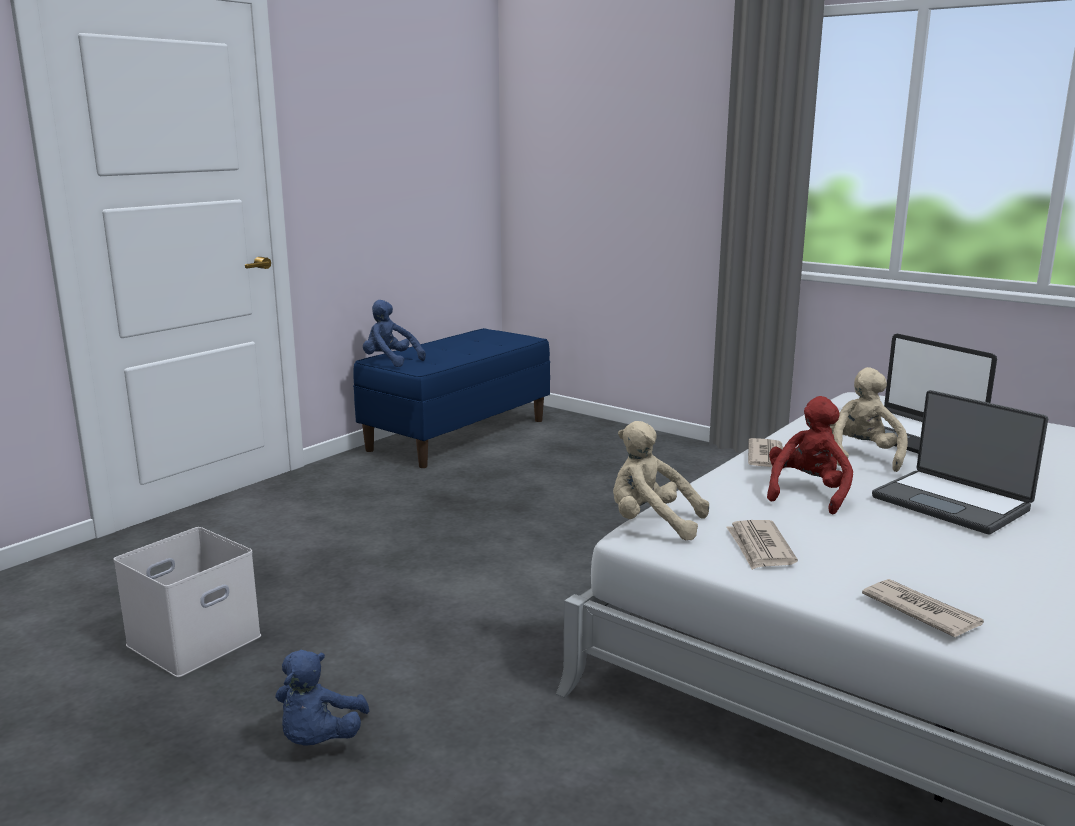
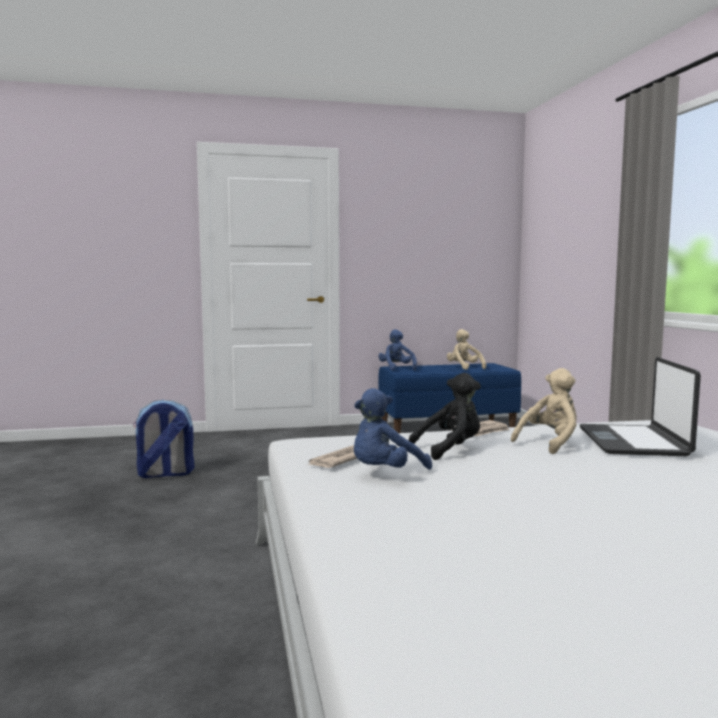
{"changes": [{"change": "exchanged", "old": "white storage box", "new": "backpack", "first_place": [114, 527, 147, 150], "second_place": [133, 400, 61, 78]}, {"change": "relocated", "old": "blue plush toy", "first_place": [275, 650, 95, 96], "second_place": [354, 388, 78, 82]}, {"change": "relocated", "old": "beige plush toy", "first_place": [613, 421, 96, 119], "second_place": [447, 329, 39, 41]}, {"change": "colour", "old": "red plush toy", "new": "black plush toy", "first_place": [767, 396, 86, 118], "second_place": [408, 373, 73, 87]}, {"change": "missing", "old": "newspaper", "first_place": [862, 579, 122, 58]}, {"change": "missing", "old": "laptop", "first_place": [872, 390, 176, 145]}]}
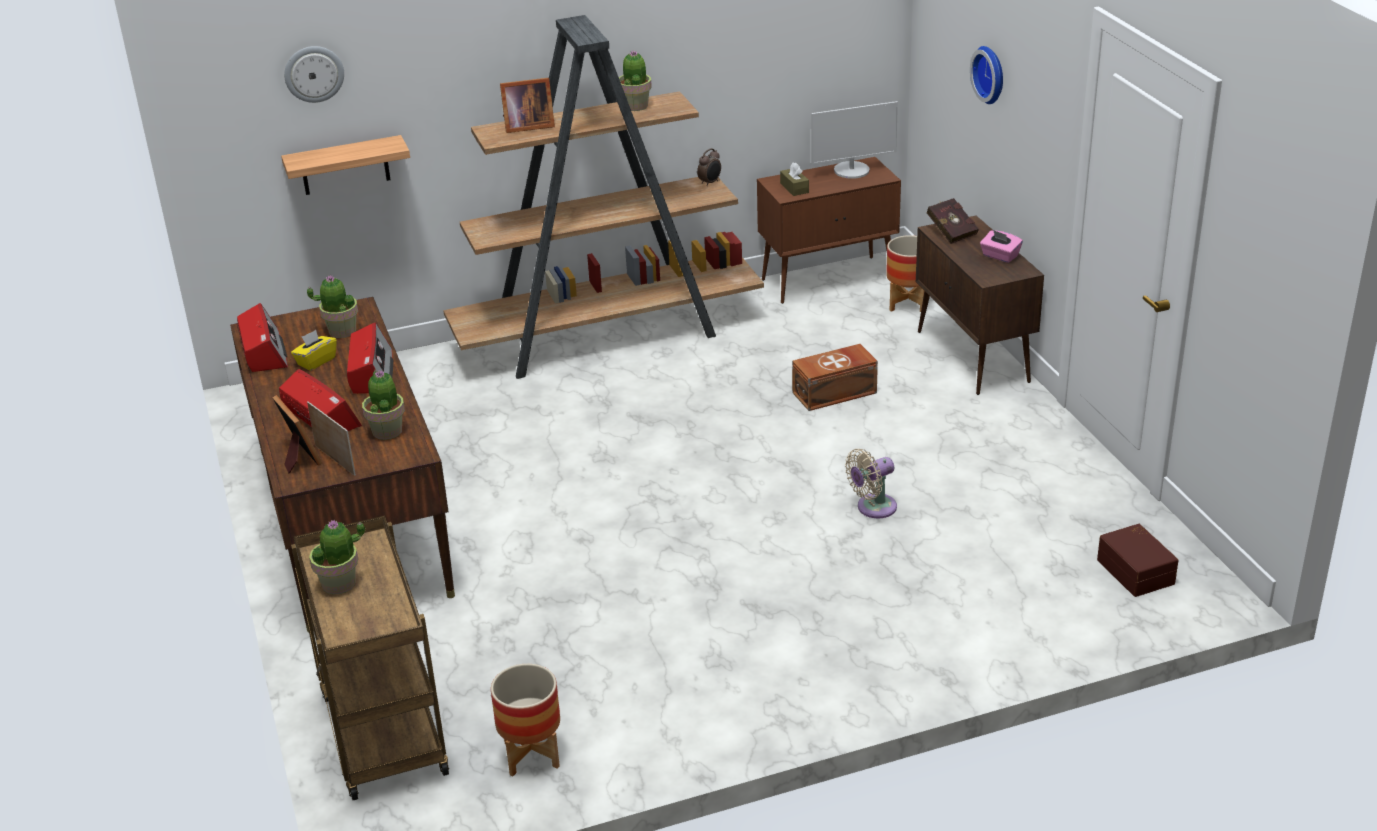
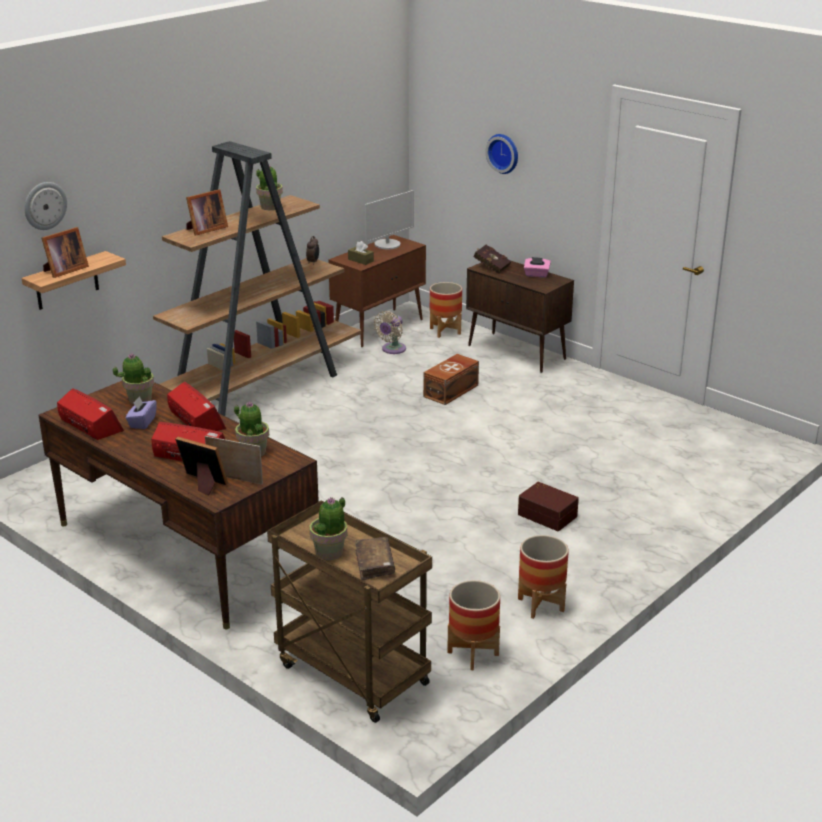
{"changes": [{"change": "colour", "old": "yellow tissue box", "new": "purple tissue box", "first_place": [291, 330, 46, 41], "second_place": [126, 396, 31, 33]}, {"change": "relocated", "old": "beige fan", "first_place": [845, 449, 52, 69], "second_place": [374, 311, 32, 43]}, {"change": "relocated", "old": "brown storage box", "first_place": [1097, 524, 82, 73], "second_place": [518, 482, 61, 49]}, {"change": "appeared", "new": "picture frame", "second_place": [41, 227, 48, 51]}, {"change": "appeared", "new": "brown book", "second_place": [354, 537, 41, 43]}, {"change": "appeared", "new": "planter", "second_place": [518, 535, 51, 84]}]}
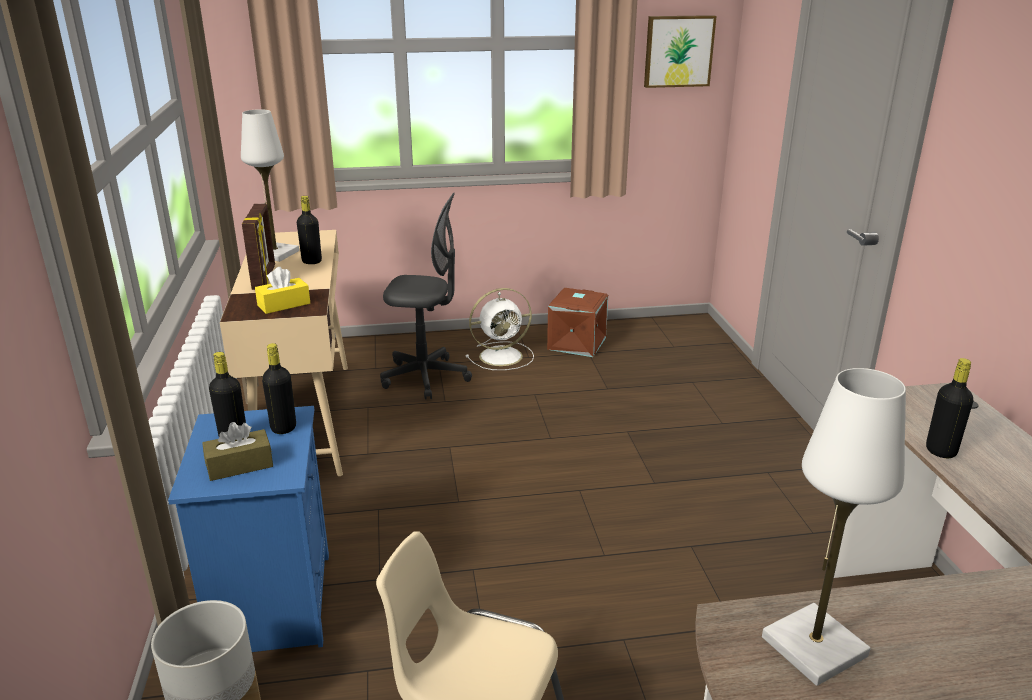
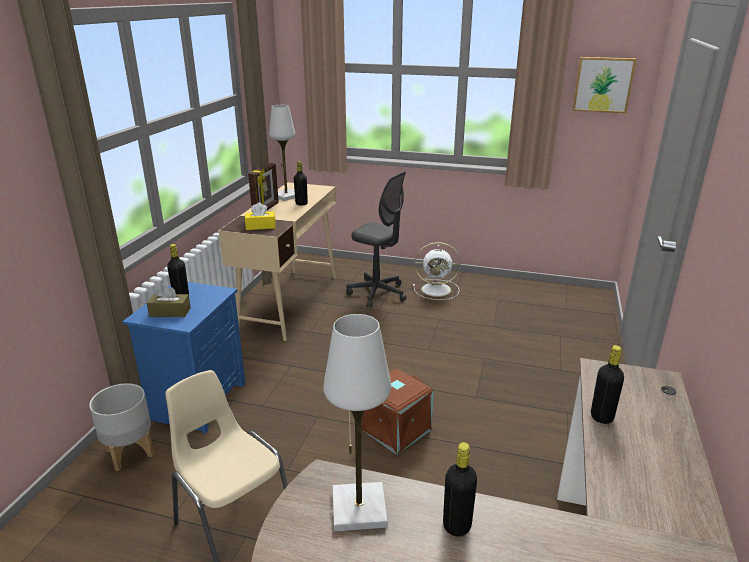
{"changes": [{"change": "relocated", "old": "black bottle", "first_place": [262, 343, 34, 91], "second_place": [443, 442, 34, 95]}, {"change": "relocated", "old": "brown storage box", "first_place": [547, 288, 61, 69], "second_place": [361, 368, 73, 87]}]}
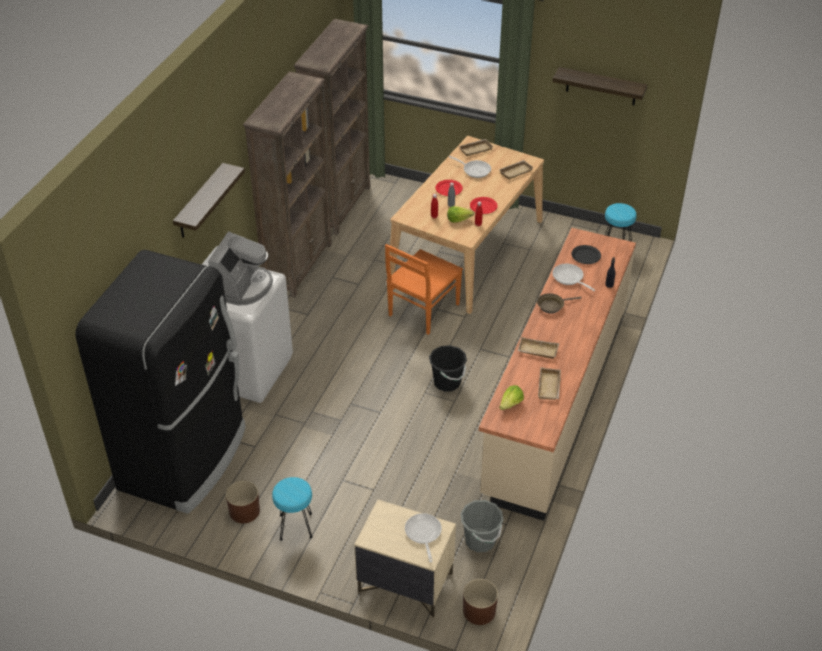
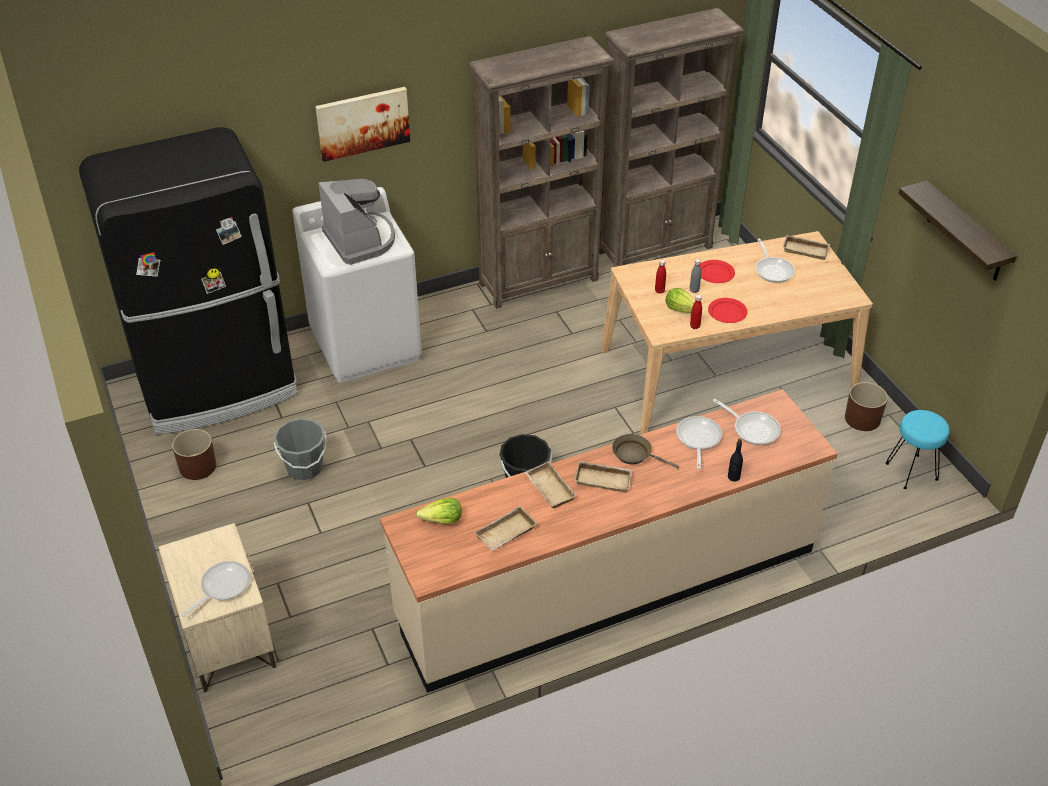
{"changes": [{"change": "exchanged", "old": "shelf", "new": "picture", "first_place": [173, 163, 72, 75], "second_place": [315, 87, 95, 75]}, {"change": "spun", "old": "coffee machine", "first_place": [208, 231, 65, 75], "second_place": [319, 179, 76, 86], "degrees": -90}, {"change": "missing", "old": "turquoise stool", "first_place": [272, 477, 41, 64]}, {"change": "missing", "old": "orange chair", "first_place": [385, 244, 78, 91]}, {"change": "relocated", "old": "grey bucket", "first_place": [461, 500, 43, 52], "second_place": [274, 418, 53, 62]}, {"change": "relocated", "old": "brown planter", "first_place": [463, 579, 35, 46], "second_place": [845, 382, 43, 49]}, {"change": "relocated", "old": "beige tray", "first_place": [499, 160, 35, 20], "second_place": [574, 461, 59, 32]}, {"change": "exchanged", "old": "black plate", "new": "frying pan", "first_place": [571, 245, 30, 19], "second_place": [713, 399, 68, 46]}]}
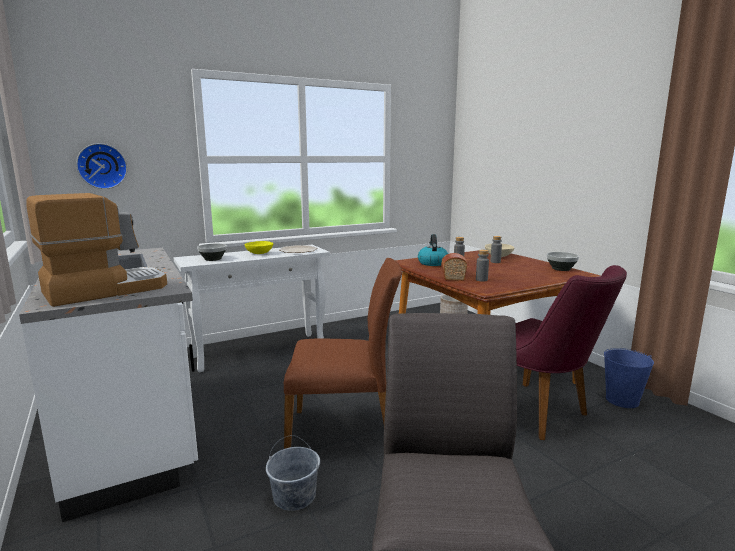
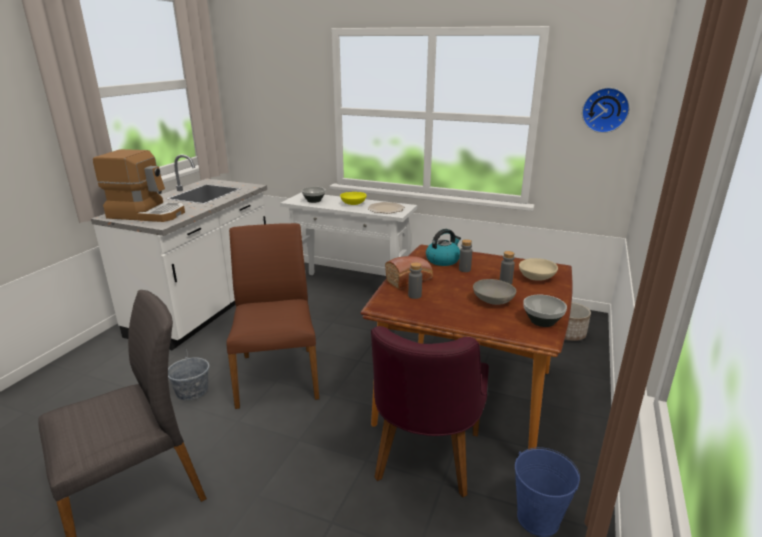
{"changes": [{"change": "relocated", "old": "wall clock", "first_place": [76, 143, 51, 46], "second_place": [582, 87, 48, 46]}, {"change": "spun", "old": "brown chair", "first_place": [284, 258, 118, 191], "second_place": [226, 223, 93, 186], "degrees": -150}, {"change": "appeared", "new": "grey bowl", "second_place": [473, 279, 43, 26]}]}
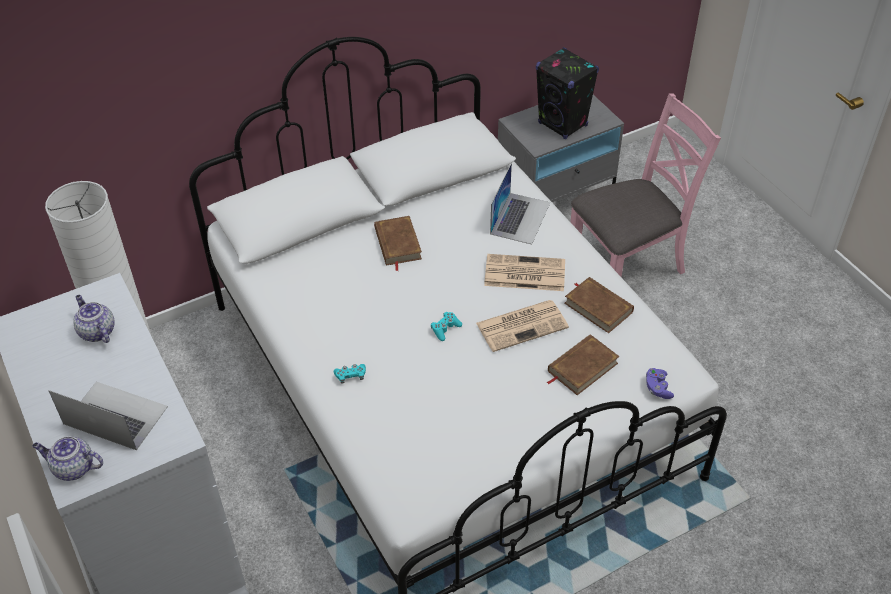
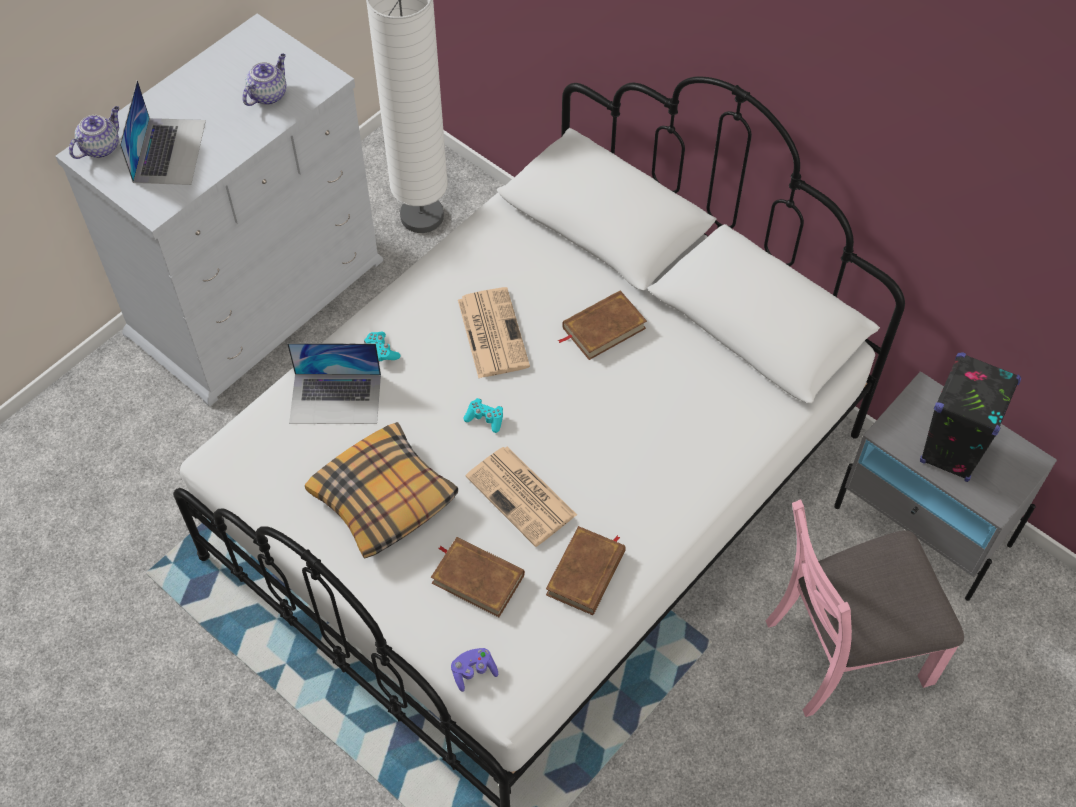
{"changes": [{"change": "spun", "old": "teapot", "first_place": [33, 436, 70, 45], "second_place": [69, 106, 50, 53], "degrees": 45}, {"change": "relocated", "old": "newspaper", "first_place": [484, 254, 81, 37], "second_place": [458, 287, 72, 91]}, {"change": "relocated", "old": "laptop", "first_place": [490, 163, 60, 82], "second_place": [287, 343, 94, 81]}, {"change": "spun", "old": "pink chair", "first_place": [570, 93, 151, 184], "second_place": [766, 499, 198, 218], "degrees": 120}, {"change": "appeared", "new": "pillow", "second_place": [305, 422, 153, 137]}]}
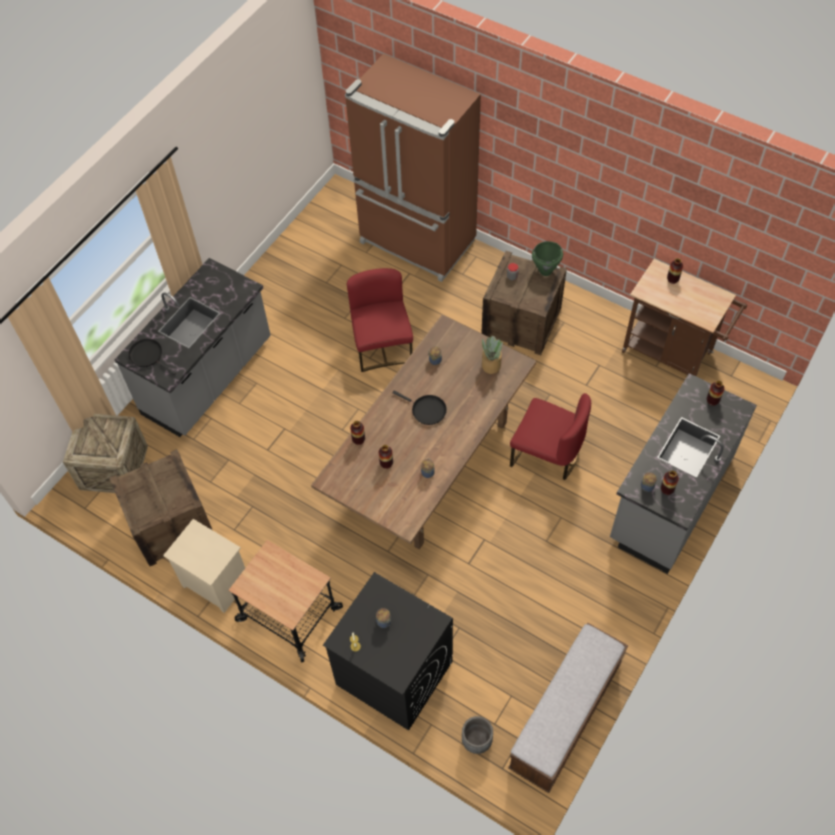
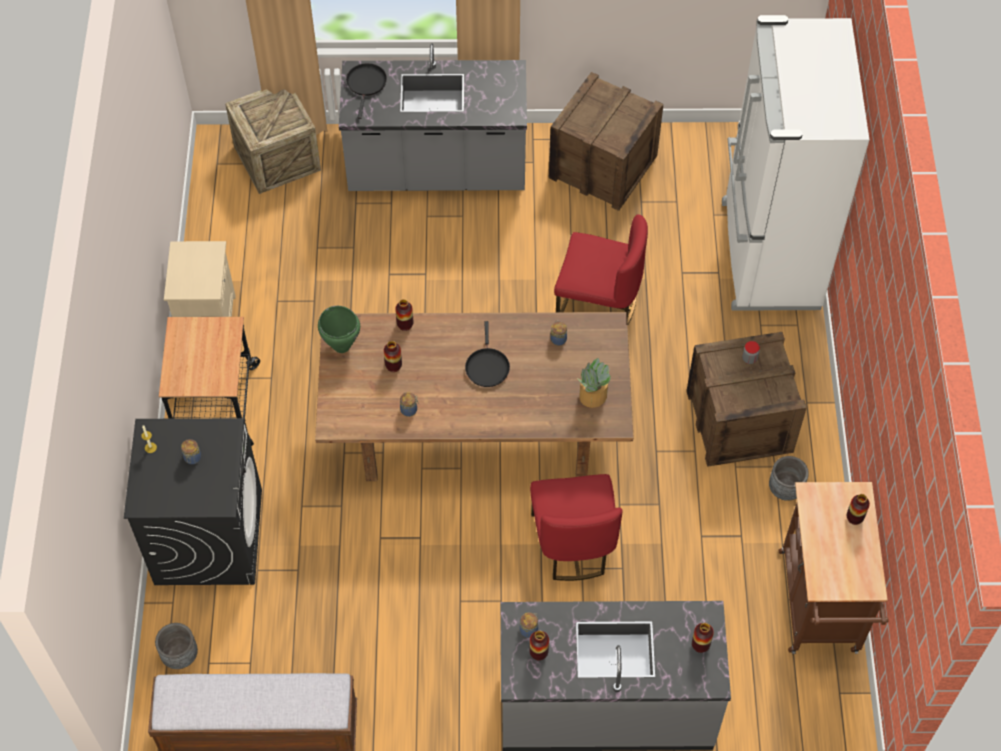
{"changes": [{"change": "relocated", "old": "crate", "first_place": [110, 449, 102, 117], "second_place": [549, 72, 114, 139]}, {"change": "colour", "old": "brown fridge", "new": "white fridge", "first_place": [345, 54, 136, 228], "second_place": [722, 15, 147, 296]}, {"change": "spun", "old": "red chair", "first_place": [347, 268, 66, 104], "second_place": [554, 214, 94, 110], "degrees": 60}, {"change": "relocated", "old": "green cooking pot", "first_place": [532, 241, 31, 35], "second_place": [318, 306, 42, 47]}, {"change": "appeared", "new": "grey planter", "second_place": [769, 456, 40, 45]}]}
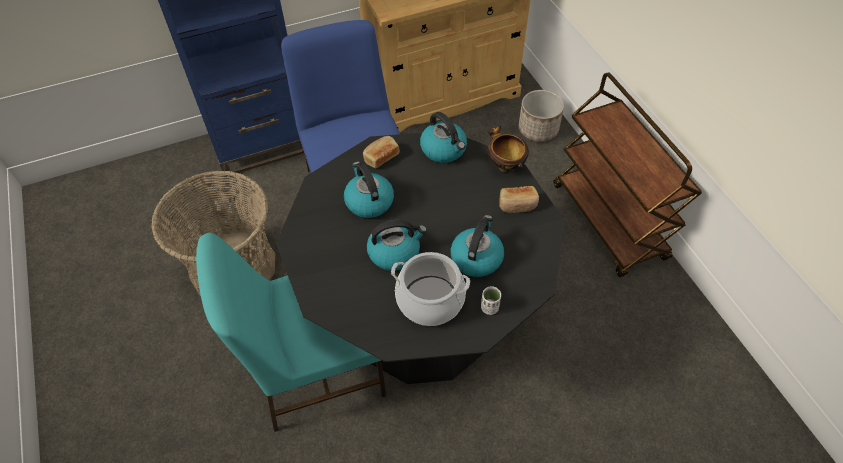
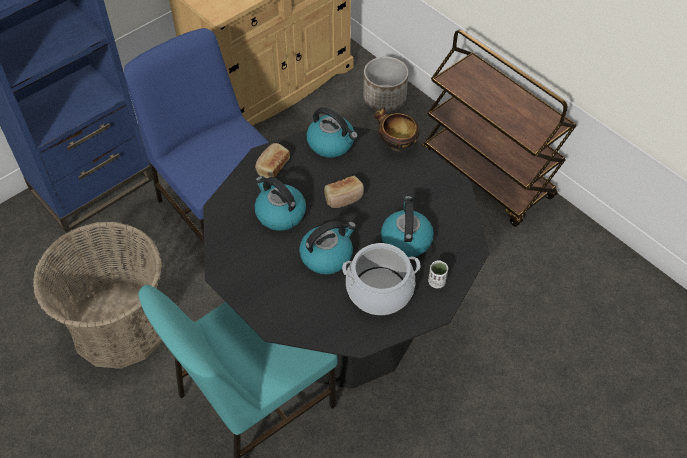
{"changes": [{"change": "relocated", "old": "bread", "first_place": [500, 186, 39, 27], "second_place": [324, 176, 40, 32]}]}
